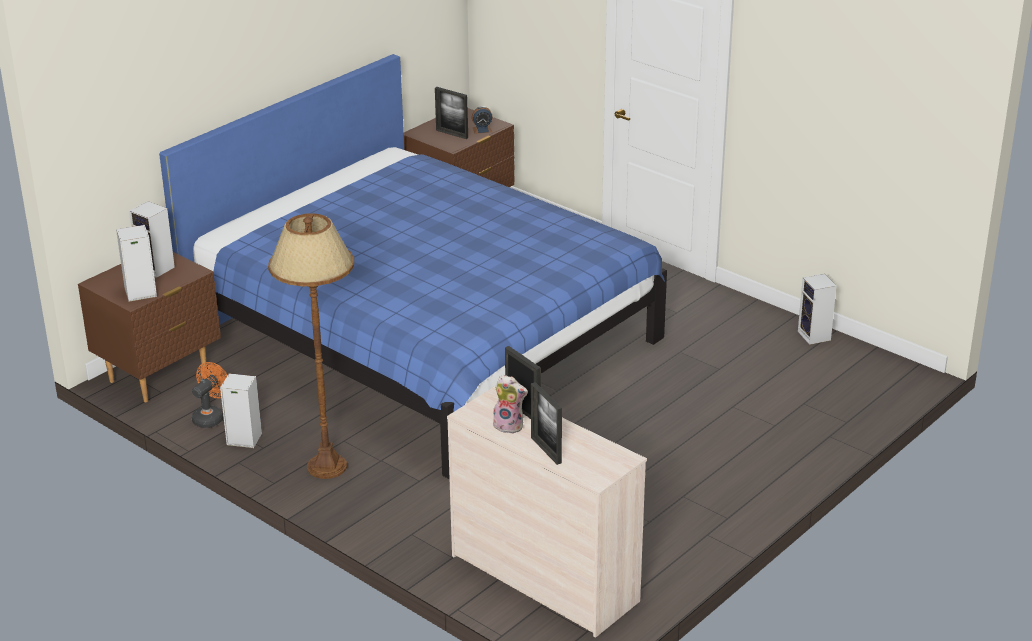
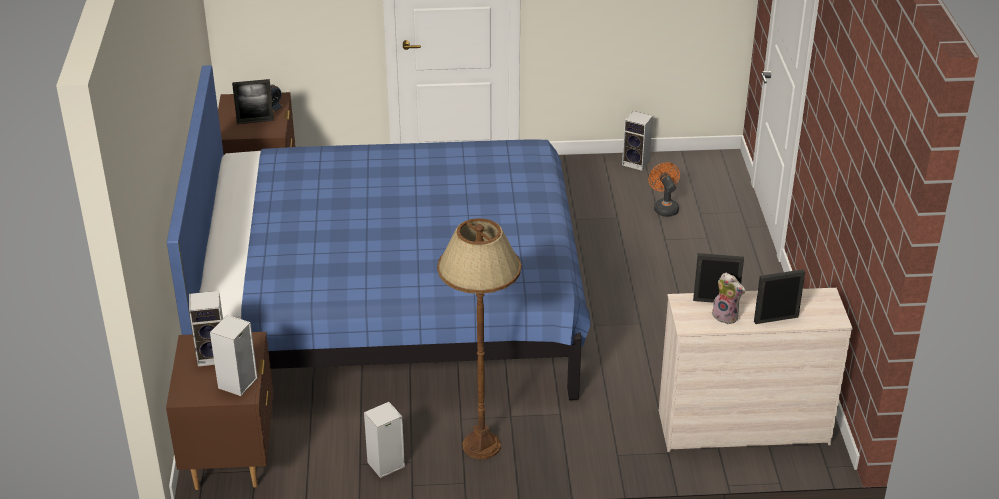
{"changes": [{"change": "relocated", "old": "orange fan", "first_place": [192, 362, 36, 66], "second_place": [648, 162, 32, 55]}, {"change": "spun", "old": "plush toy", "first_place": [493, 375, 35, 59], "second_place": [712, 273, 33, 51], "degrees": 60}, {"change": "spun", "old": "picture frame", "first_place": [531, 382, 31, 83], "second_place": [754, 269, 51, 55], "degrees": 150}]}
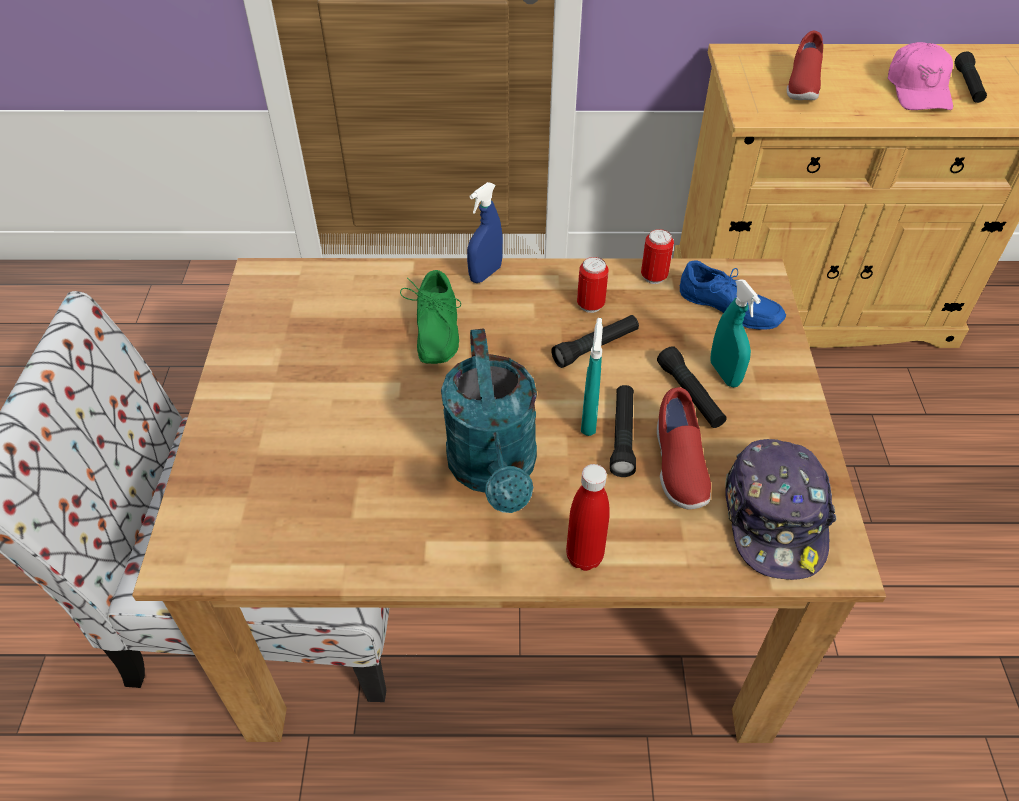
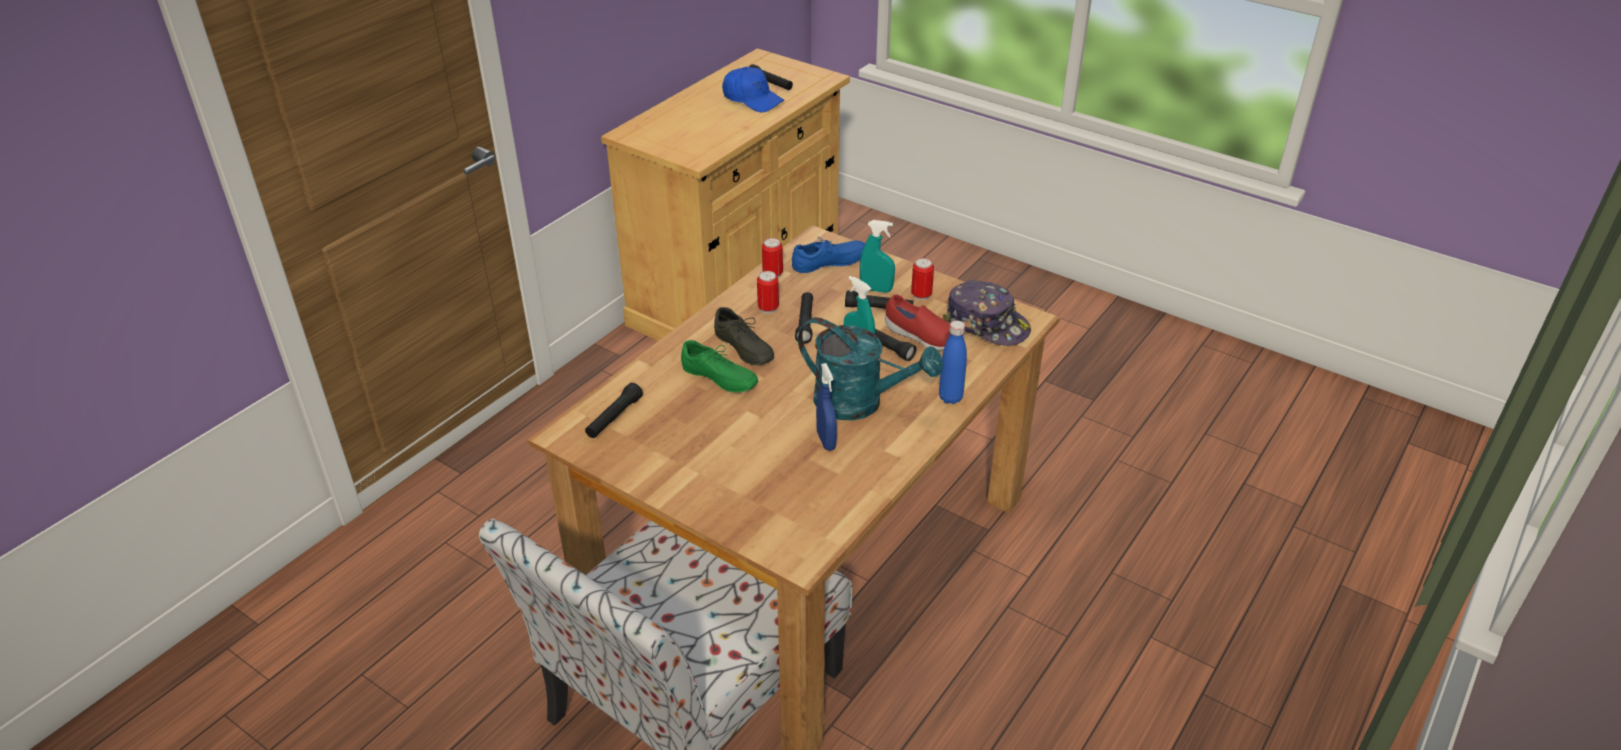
{"changes": [{"change": "relocated", "old": "blue spray bottle", "first_place": [467, 182, 36, 101], "second_place": [816, 363, 21, 88]}, {"change": "colour", "old": "red bottle", "new": "blue bottle", "first_place": [566, 464, 44, 107], "second_place": [939, 321, 28, 83]}, {"change": "missing", "old": "red shoe", "first_place": [787, 31, 36, 69]}, {"change": "colour", "old": "pink cap", "new": "blue cap", "first_place": [888, 42, 65, 68], "second_place": [722, 67, 63, 45]}, {"change": "appeared", "new": "black flashlight", "second_place": [585, 383, 58, 55]}, {"change": "appeared", "new": "grey shoe", "second_place": [714, 307, 60, 58]}, {"change": "appeared", "new": "can", "second_place": [911, 258, 23, 42]}]}
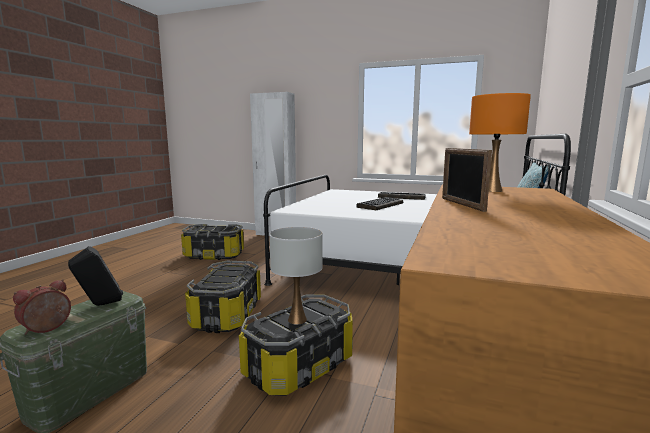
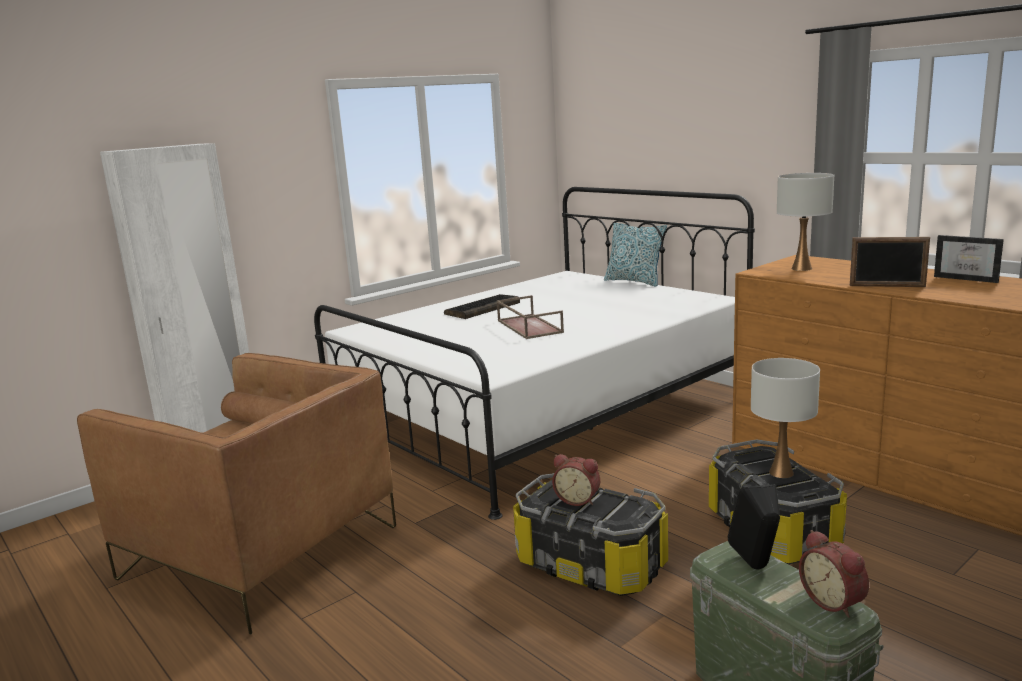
{"changes": [{"change": "exchanged", "old": "storage box", "new": "brown armchair", "first_place": [181, 224, 63, 36], "second_place": [77, 353, 319, 282]}, {"change": "exchanged", "old": "keyboard", "new": "brown tray", "first_place": [357, 197, 46, 13], "second_place": [497, 295, 67, 44]}, {"change": "colour", "old": "orange table lamp", "new": "white table lamp", "first_place": [469, 93, 62, 99], "second_place": [777, 173, 57, 98]}, {"change": "appeared", "new": "alarm clock", "second_place": [552, 454, 48, 52]}, {"change": "appeared", "new": "picture frame", "second_place": [934, 235, 70, 48]}]}
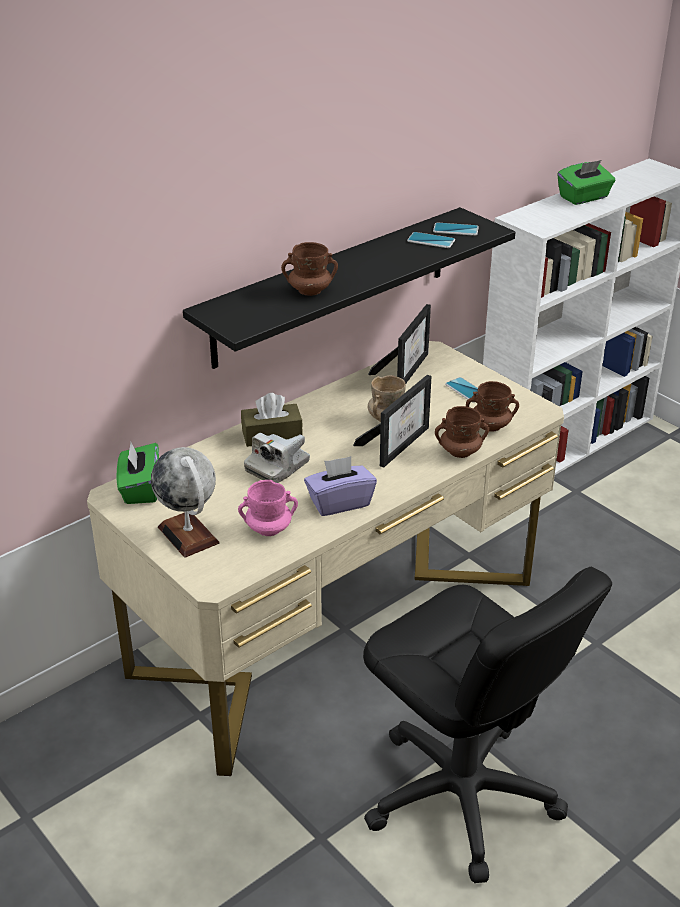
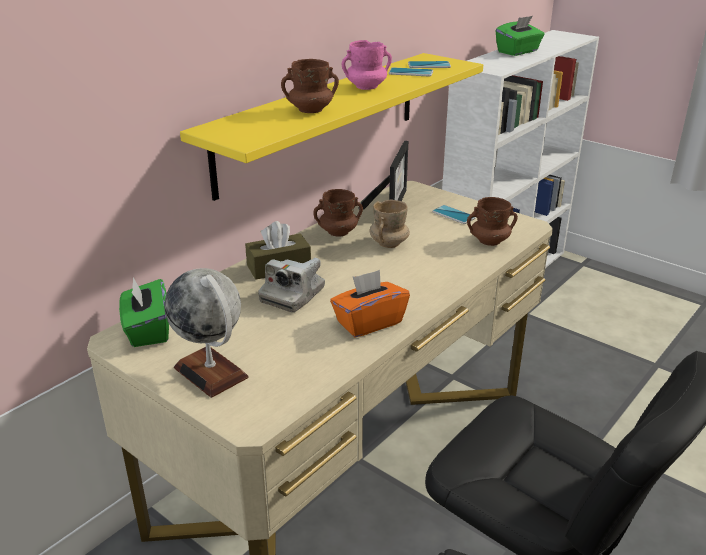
{"changes": [{"change": "colour", "old": "black shelf", "new": "yellow shelf", "first_place": [183, 207, 332, 162], "second_place": [180, 53, 303, 148]}, {"change": "relocated", "old": "pink mug", "first_place": [238, 480, 60, 56], "second_place": [342, 40, 50, 50]}, {"change": "colour", "old": "purple tissue box", "new": "orange tissue box", "first_place": [304, 456, 73, 60], "second_place": [330, 270, 80, 67]}, {"change": "missing", "old": "picture frame", "first_place": [353, 375, 79, 93]}, {"change": "relocated", "old": "brown mug", "first_place": [435, 406, 54, 52], "second_place": [313, 189, 50, 47]}]}
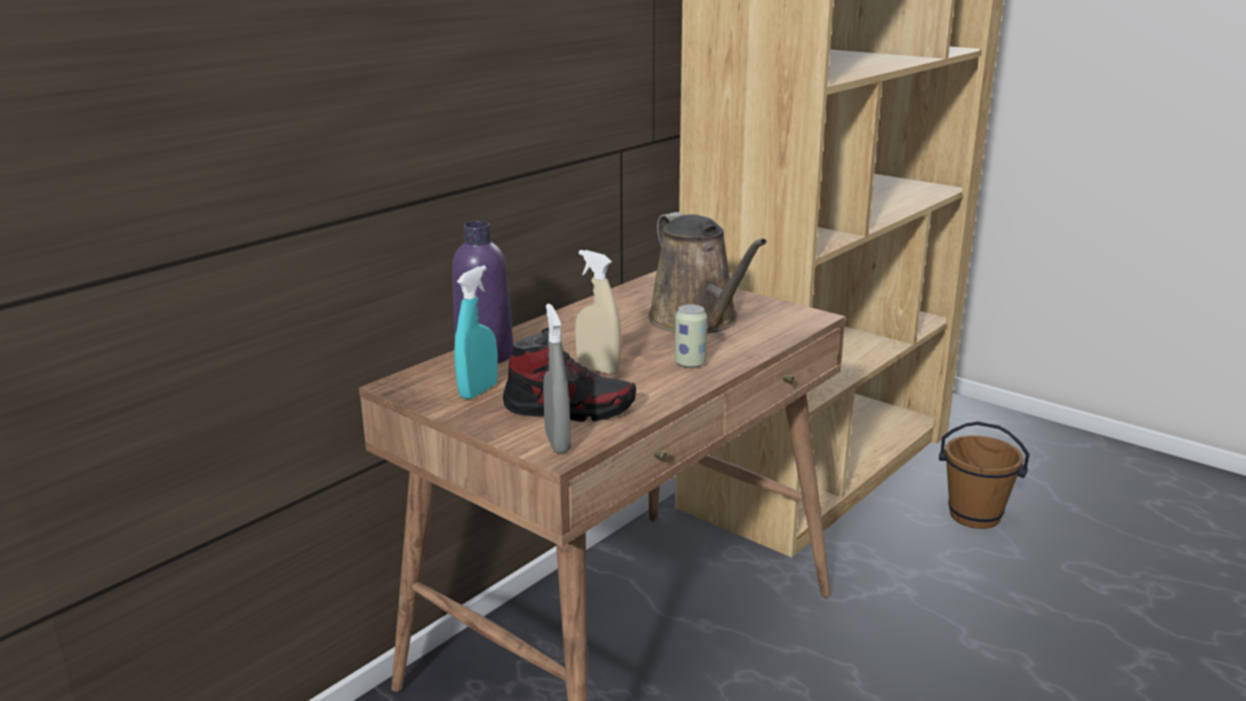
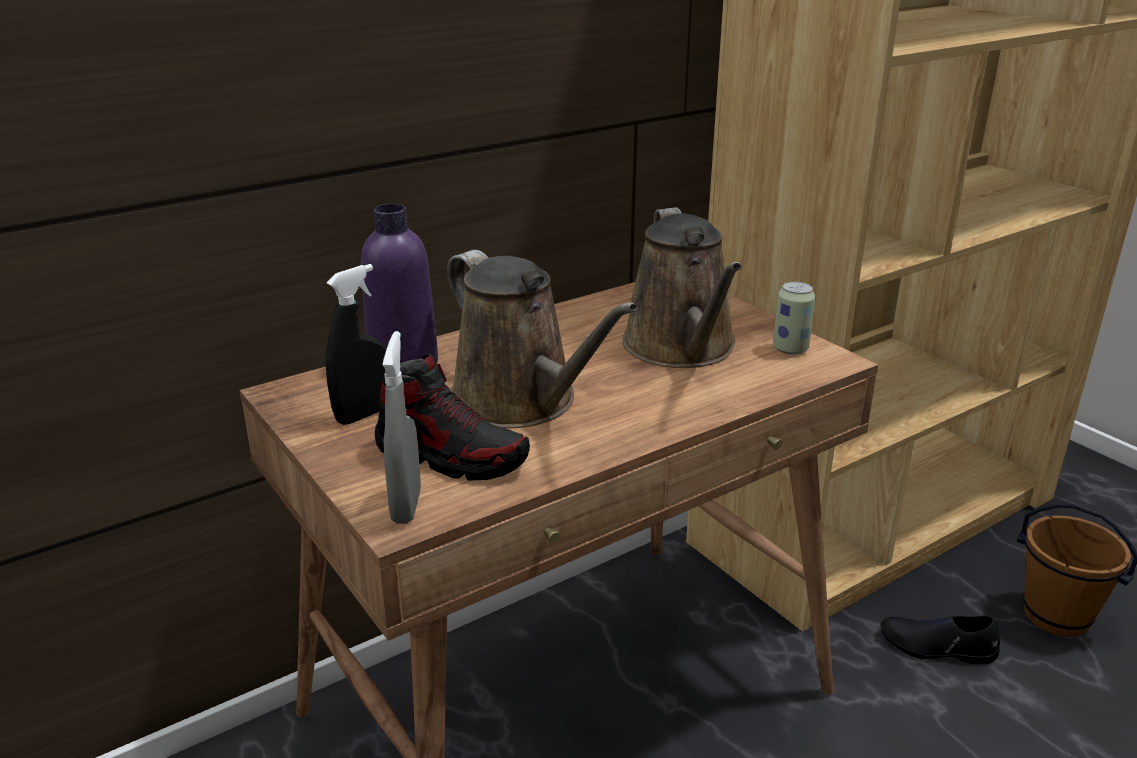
{"changes": [{"change": "colour", "old": "turquoise spray bottle", "new": "black spray bottle", "first_place": [454, 265, 44, 134], "second_place": [326, 264, 61, 161]}, {"change": "exchanged", "old": "beige spray bottle", "new": "brown watering can", "first_place": [575, 250, 46, 125], "second_place": [447, 250, 191, 178]}, {"change": "relocated", "old": "can", "first_place": [675, 304, 32, 64], "second_place": [773, 281, 43, 74]}, {"change": "appeared", "new": "black shoe", "second_place": [880, 616, 120, 48]}]}
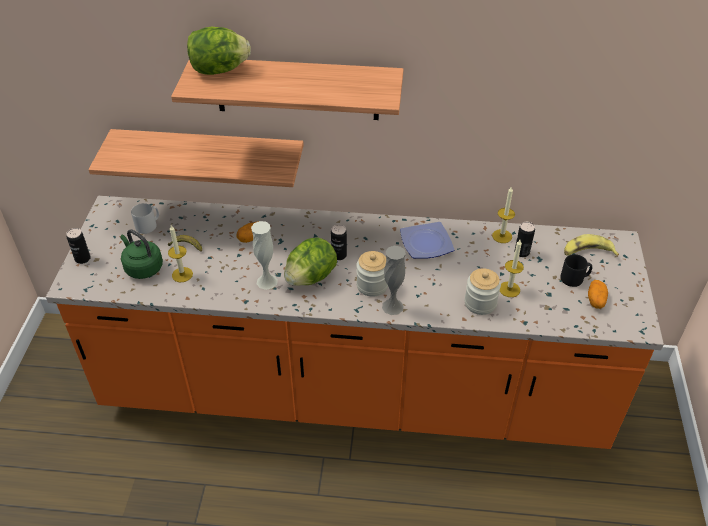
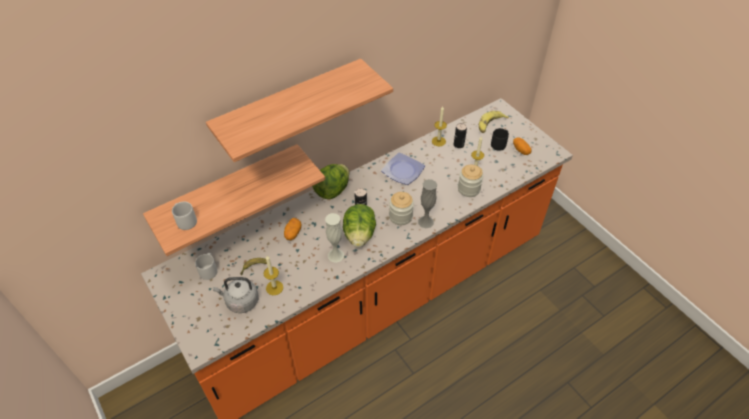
{"changes": [{"change": "missing", "old": "can", "first_place": [66, 228, 25, 36]}, {"change": "colour", "old": "green kettle", "new": "grey kettle", "first_place": [120, 229, 43, 50], "second_place": [213, 277, 46, 36]}, {"change": "relocated", "old": "lettuce", "first_place": [187, 27, 64, 48], "second_place": [312, 164, 37, 35]}, {"change": "appeared", "new": "grey mug", "second_place": [172, 202, 25, 28]}]}
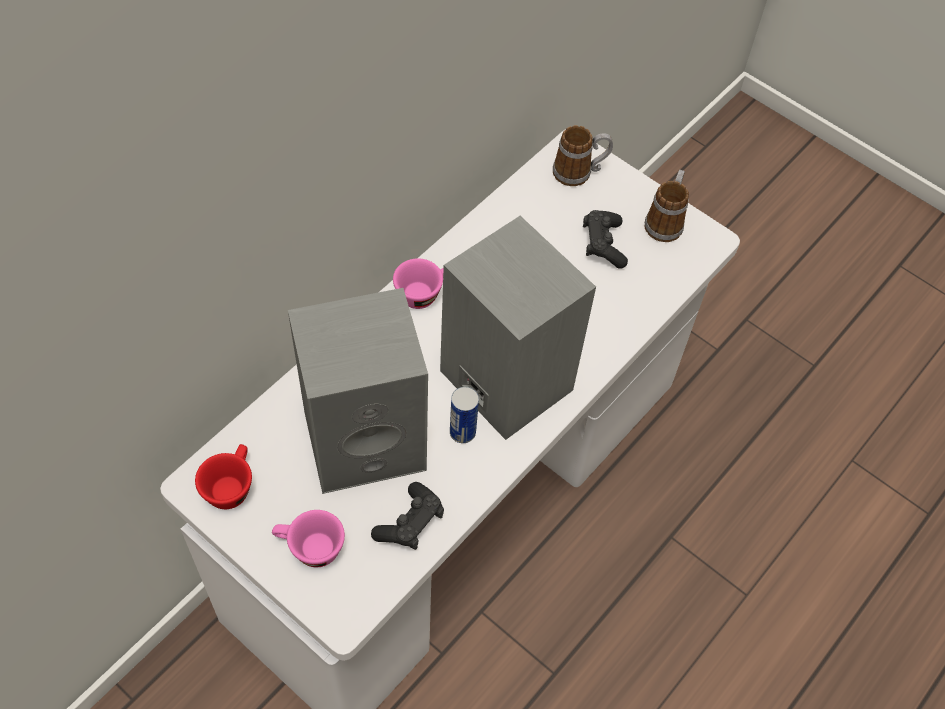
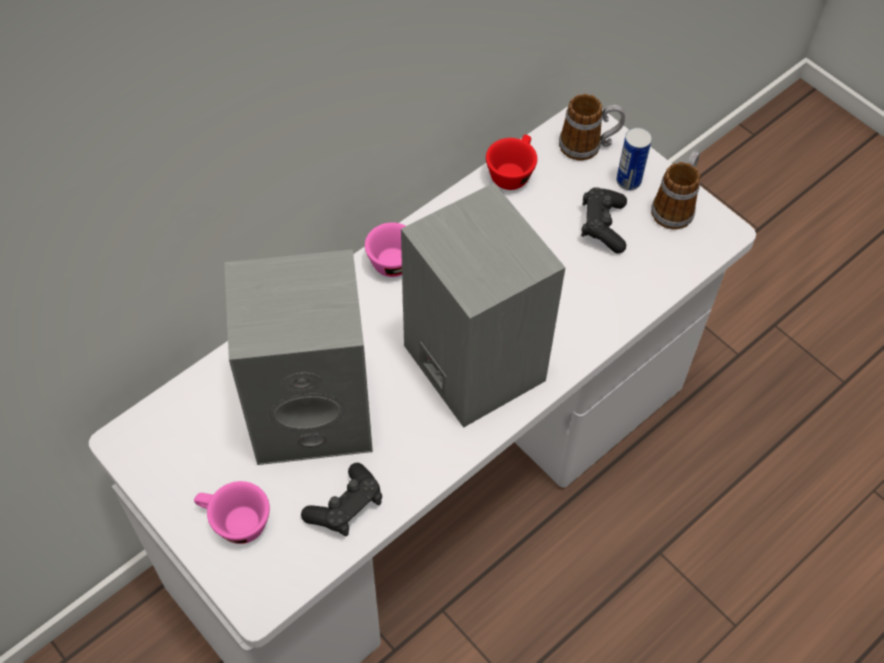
{"changes": [{"change": "relocated", "old": "red cup", "first_place": [195, 444, 57, 65], "second_place": [486, 134, 51, 56]}, {"change": "relocated", "old": "can", "first_place": [450, 387, 29, 56], "second_place": [616, 127, 36, 63]}]}
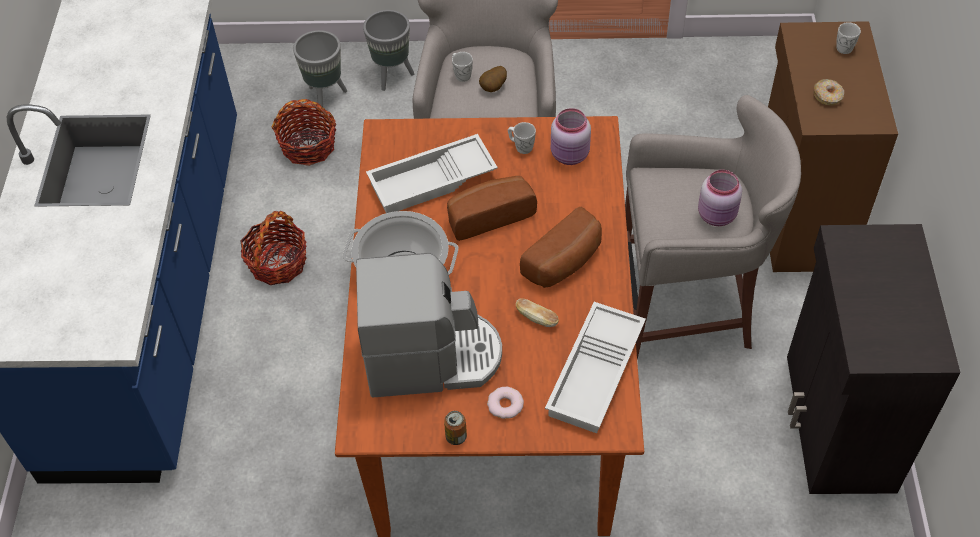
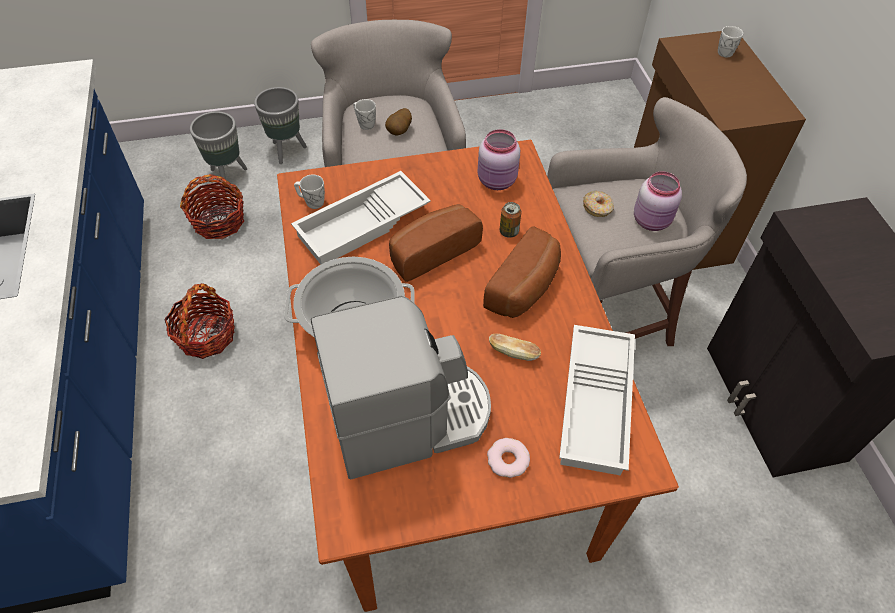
{"changes": [{"change": "relocated", "old": "can", "first_place": [444, 411, 23, 34], "second_place": [499, 202, 22, 36]}, {"change": "relocated", "old": "white mug", "first_place": [508, 122, 28, 32], "second_place": [294, 175, 31, 34]}, {"change": "relocated", "old": "donut", "first_place": [814, 79, 30, 27], "second_place": [583, 191, 31, 26]}]}
